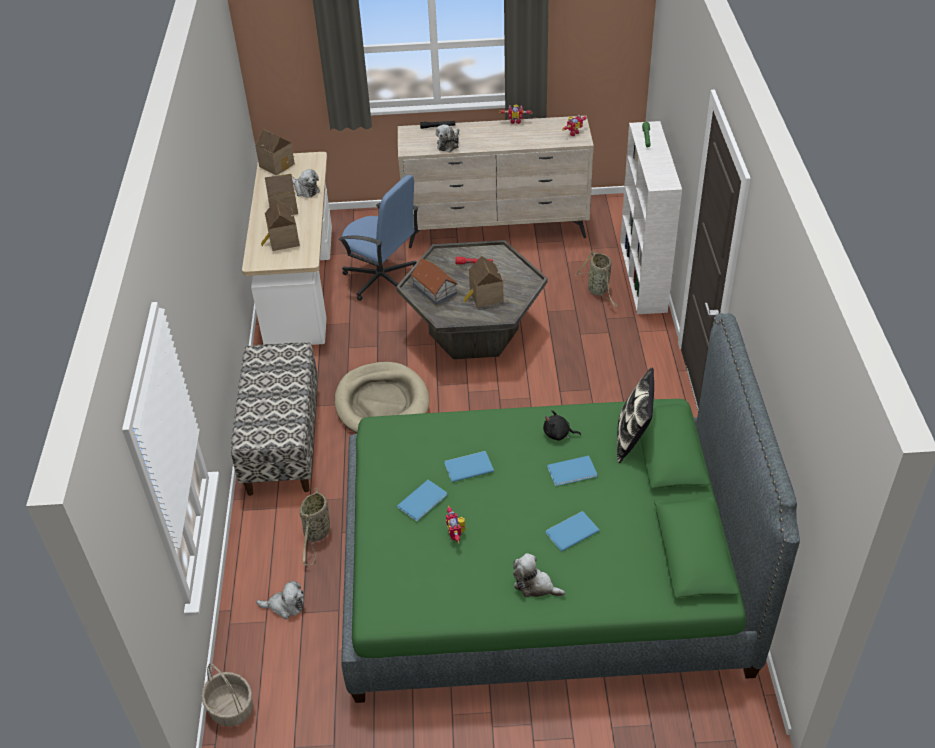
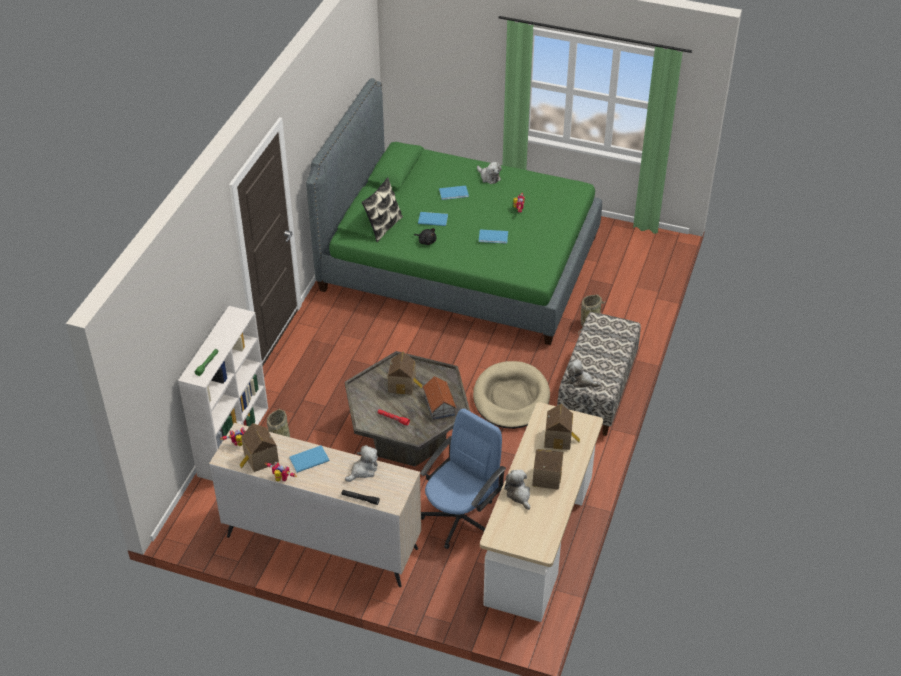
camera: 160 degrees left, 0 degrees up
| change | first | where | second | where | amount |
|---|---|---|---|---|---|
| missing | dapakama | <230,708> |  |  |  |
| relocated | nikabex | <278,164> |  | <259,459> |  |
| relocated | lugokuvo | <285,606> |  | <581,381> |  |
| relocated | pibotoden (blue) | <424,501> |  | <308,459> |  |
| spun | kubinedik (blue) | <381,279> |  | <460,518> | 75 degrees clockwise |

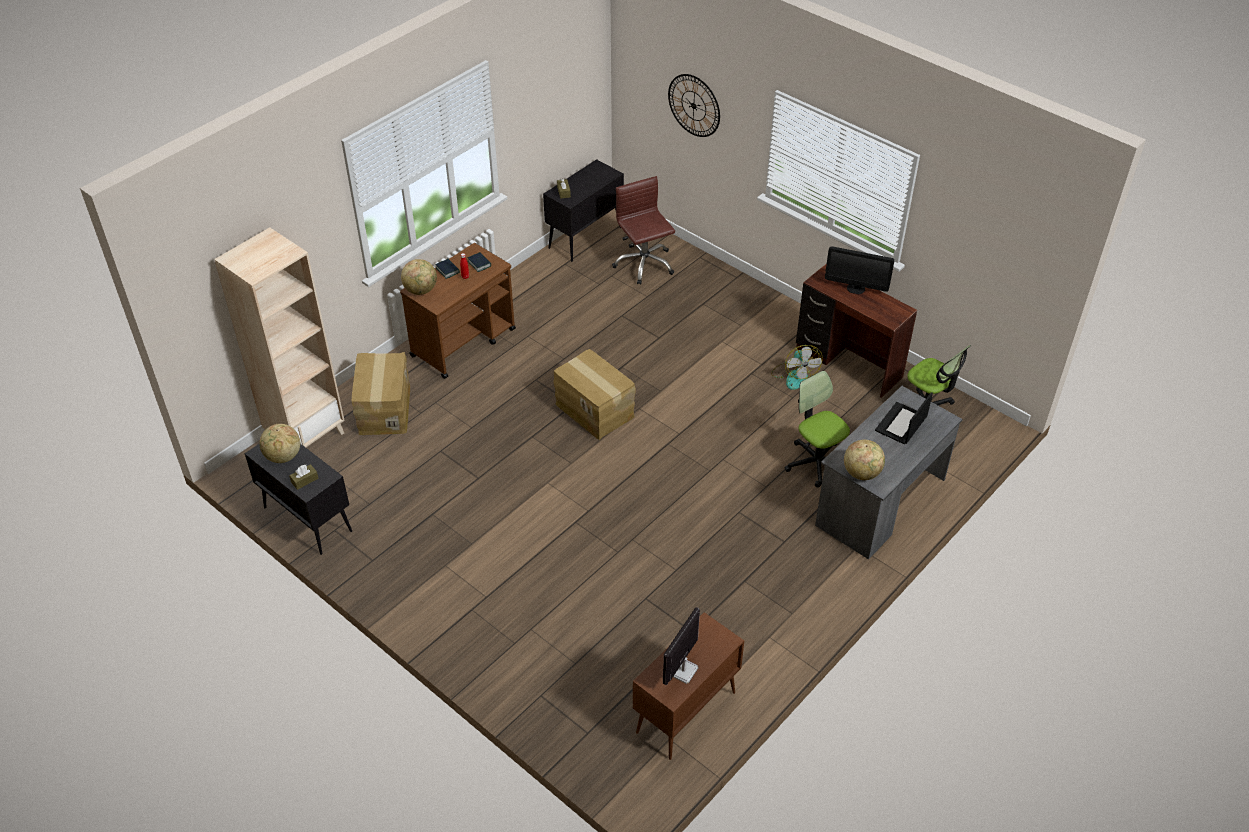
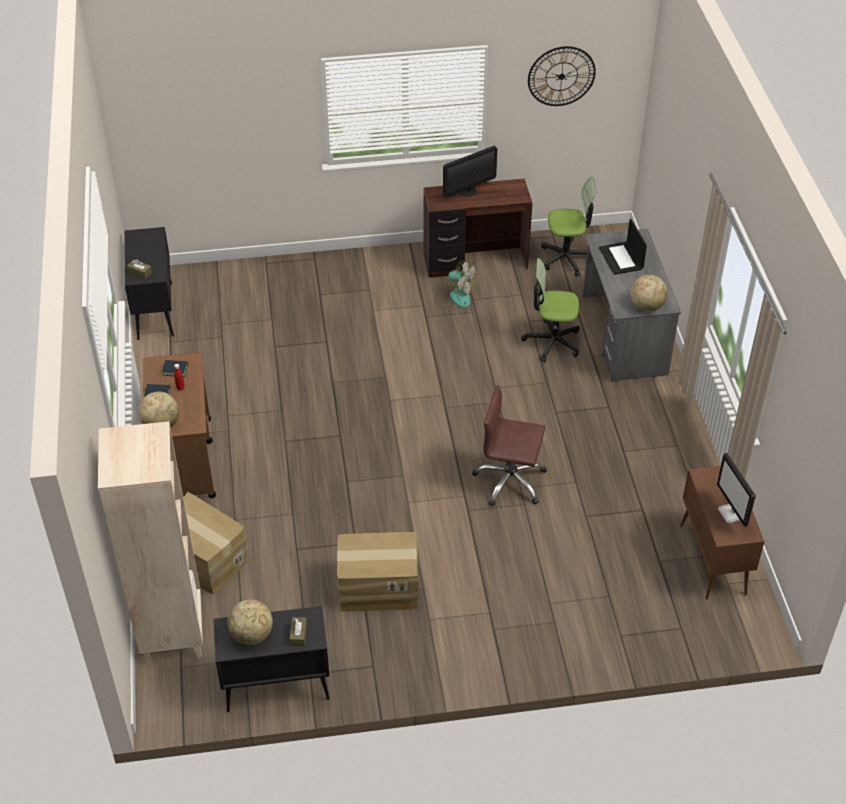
camera: 50 degrees left, 0 degrees up
| change | first | where | second | where | amount |
|---|---|---|---|---|---|
| relocated | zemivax | <595,410> |  | <378,587> |  |
| relocated | kubinedik (brown) | <644,264> |  | <510,481> |  |
| relocated | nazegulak | <694,105> |  | <561,76> |  |

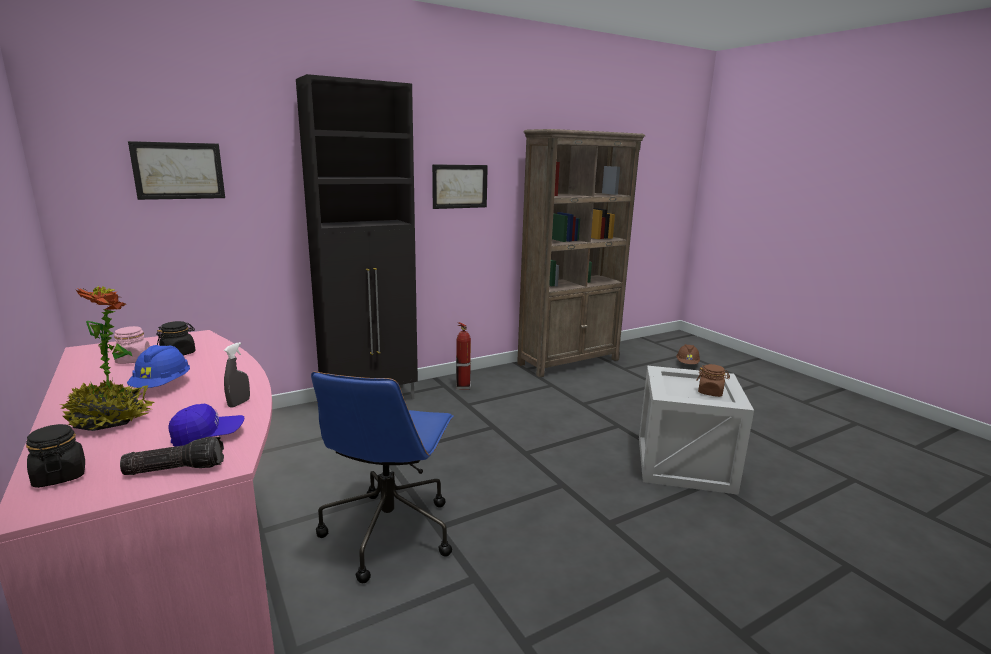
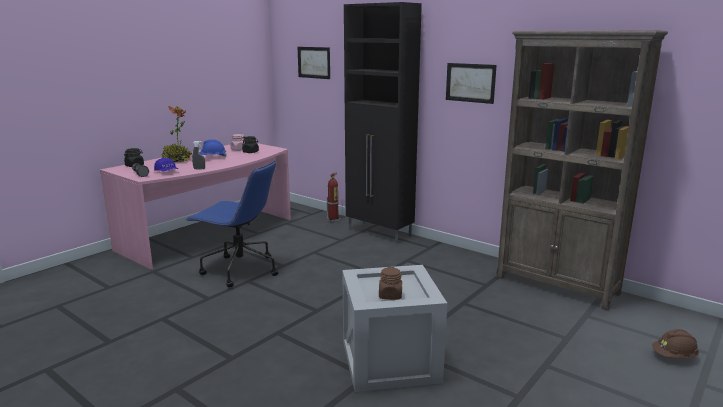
camera: 70 degrees right, 0 degrees up
| change | first | where | second | where | amount |
|---|---|---|---|---|---|
| relocated | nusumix | <463,386> |  | <333,220> |  |
| spun | kubinedik (blue) | <389,531> |  | <239,270> | 150 degrees counterclockwise |

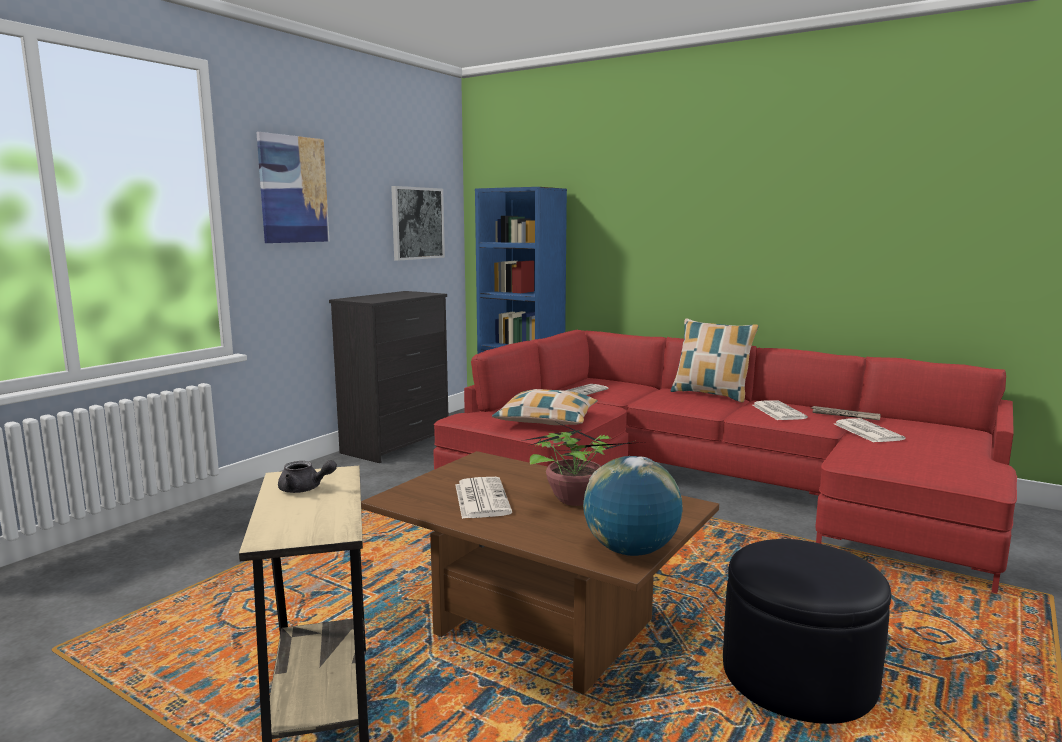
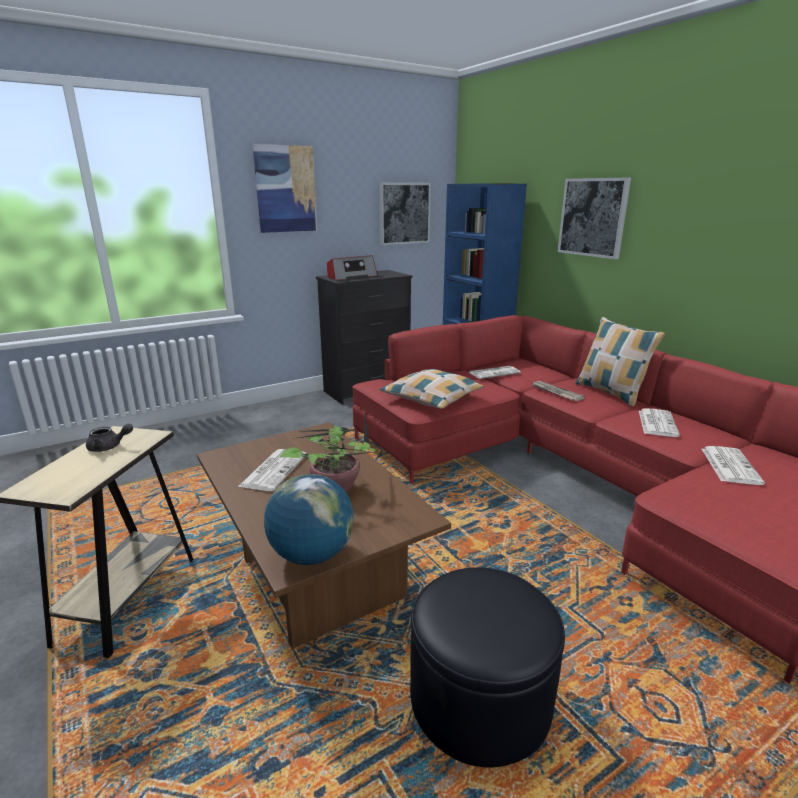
camera: 25 degrees right, 10 degrees up
| change | first | where | second | where | amount |
|---|---|---|---|---|---|
| appeared |  |  | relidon | <351,277> |  |
| appeared |  |  | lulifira | <593,217> |  |
| relocated | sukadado | <844,415> |  | <555,392> |  |
| spun | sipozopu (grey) | <305,489> |  | <109,447> | 45 degrees counterclockwise |

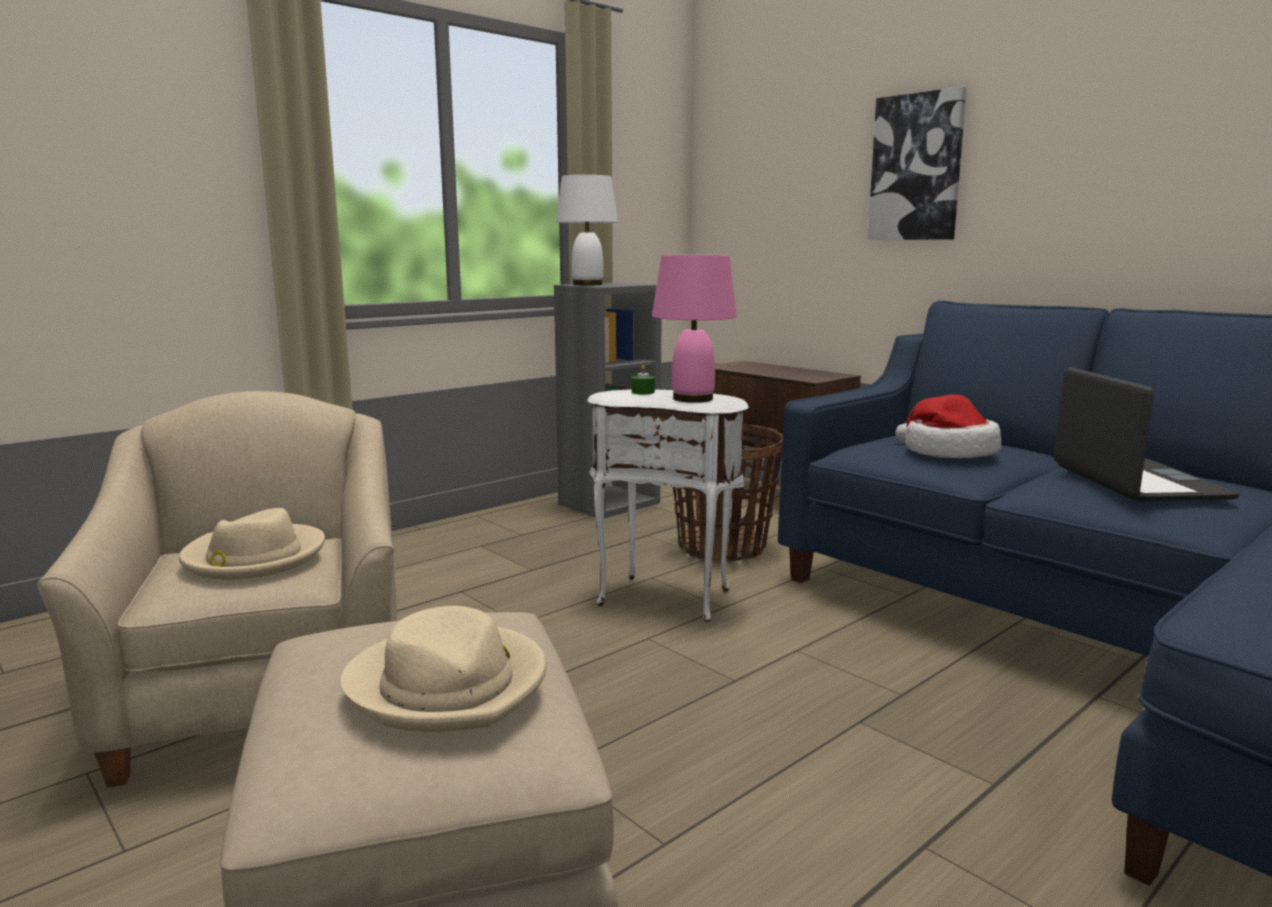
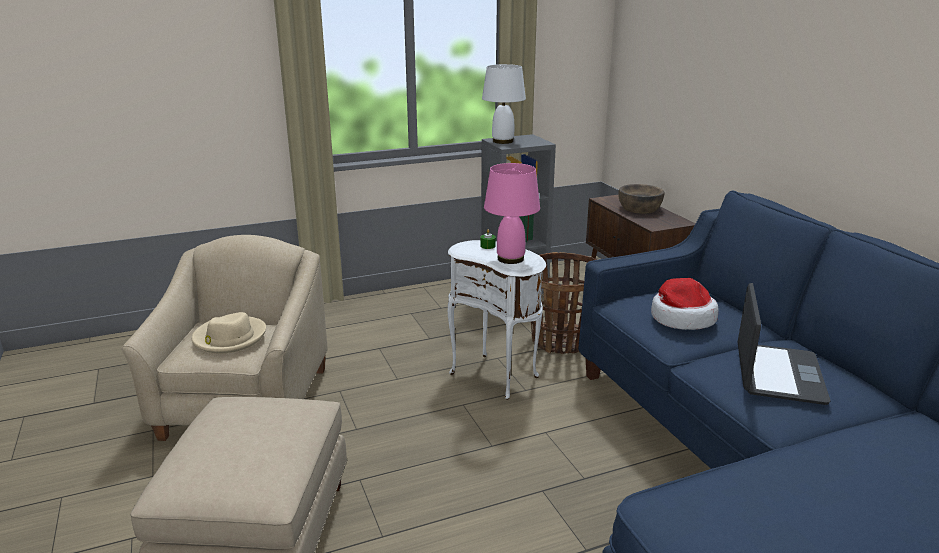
camera: 20 degrees right, 10 degrees up
| change | first | where | second | where | amount |
|---|---|---|---|---|---|
| missing | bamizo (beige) | <449,684> |  |  |  |
| missing | lulifira | <916,168> |  |  |  |
| appeared |  |  | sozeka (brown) | <639,208> |  |

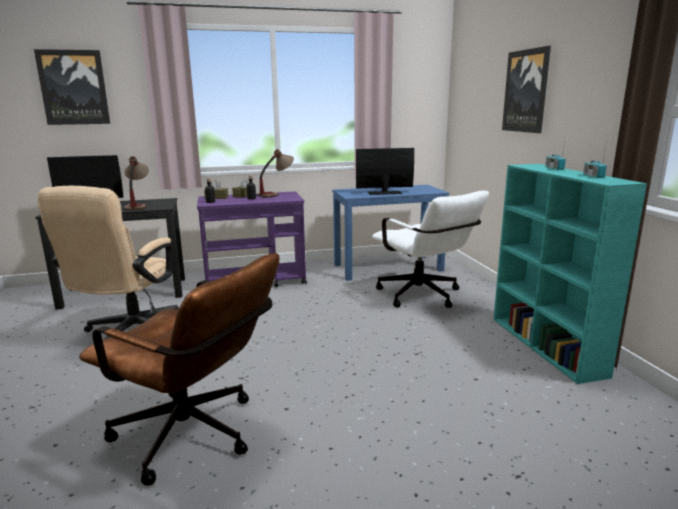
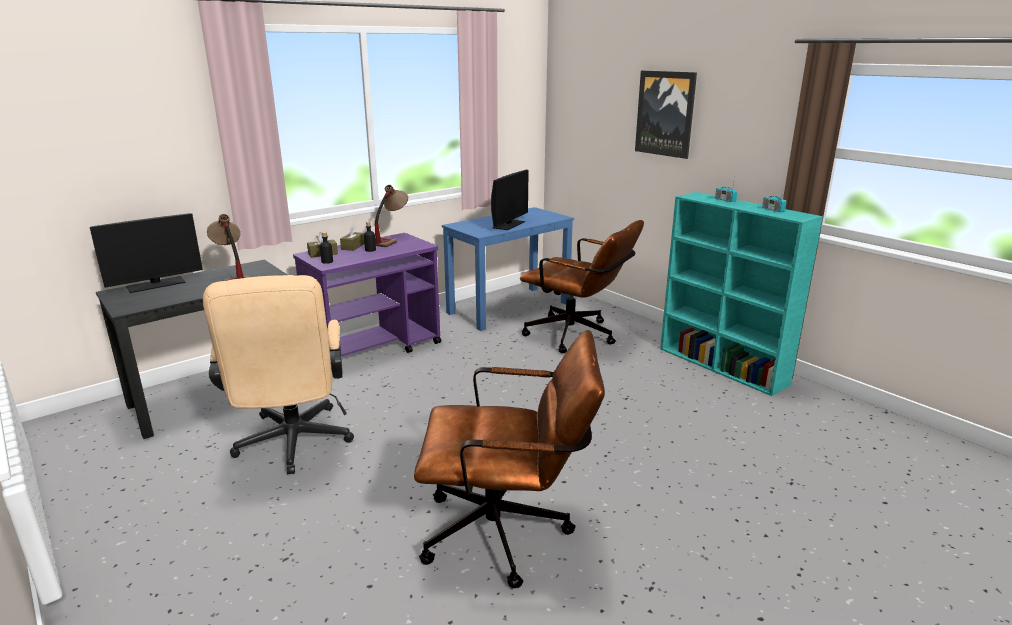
camera: 25 degrees left, 5 degrees up
| change | first | where | second | where | amount |
|---|---|---|---|---|---|
| missing | lulifira | <74,87> |  |  |  |
| colour | kubinedik (white) | <424,297> | kubinedik (brown) | <577,336> |  |
| spun | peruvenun | <384,193> |  | <509,225> | 150 degrees clockwise |

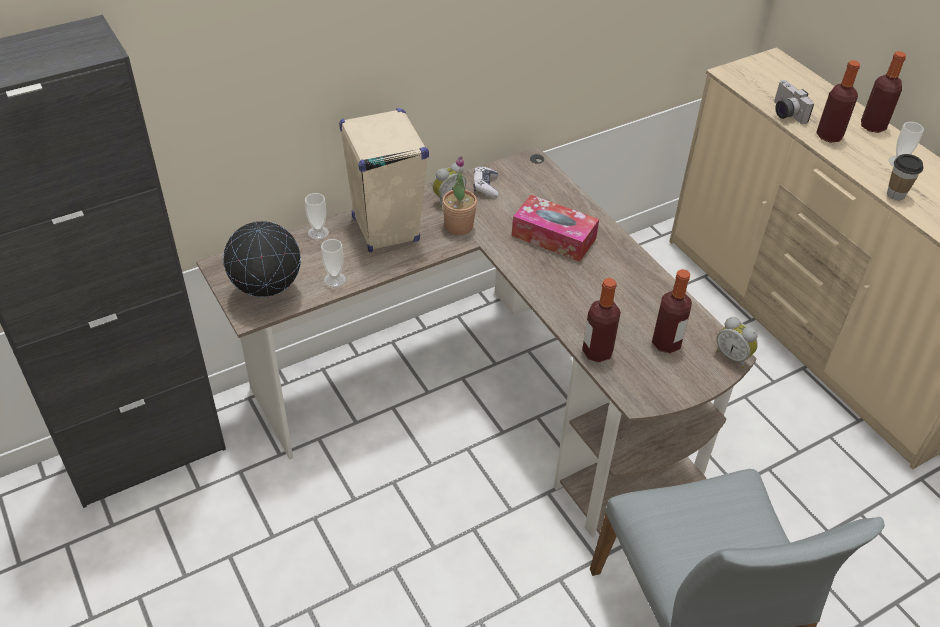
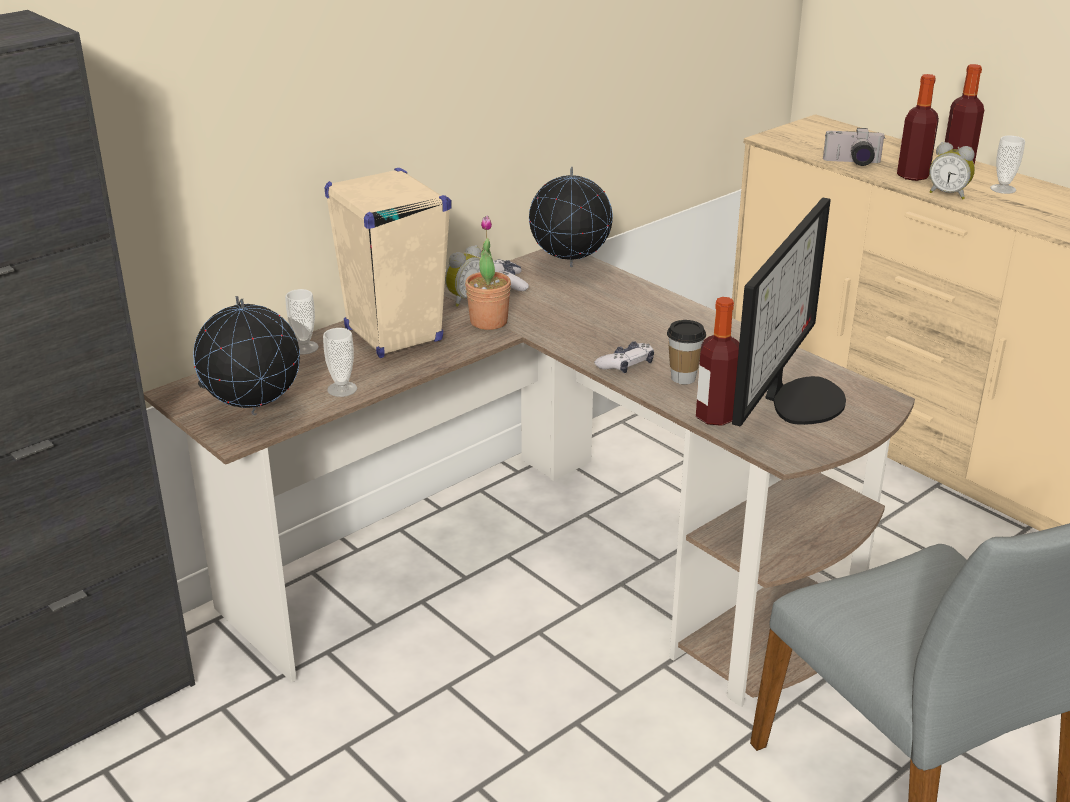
camera: 10 degrees left, 15 degrees down
| change | first | where | second | where | amount |
|---|---|---|---|---|---|
| missing | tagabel | <553,237> |  |  |  |
| appeared |  |  | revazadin | <569,267> |  |
| appeared |  |  | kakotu | <626,365> |  |
| relocated | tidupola | <733,356> |  | <948,194> |  |
| relocated | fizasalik | <896,194> |  | <683,378> |  |
| exchanged | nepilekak | <666,343> | peruvenun | <798,398> |  |
| spun | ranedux | <785,113> |  | <852,163> | 45 degrees counterclockwise |

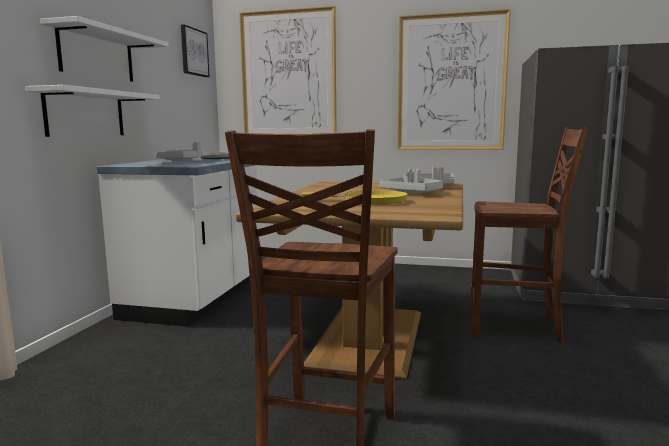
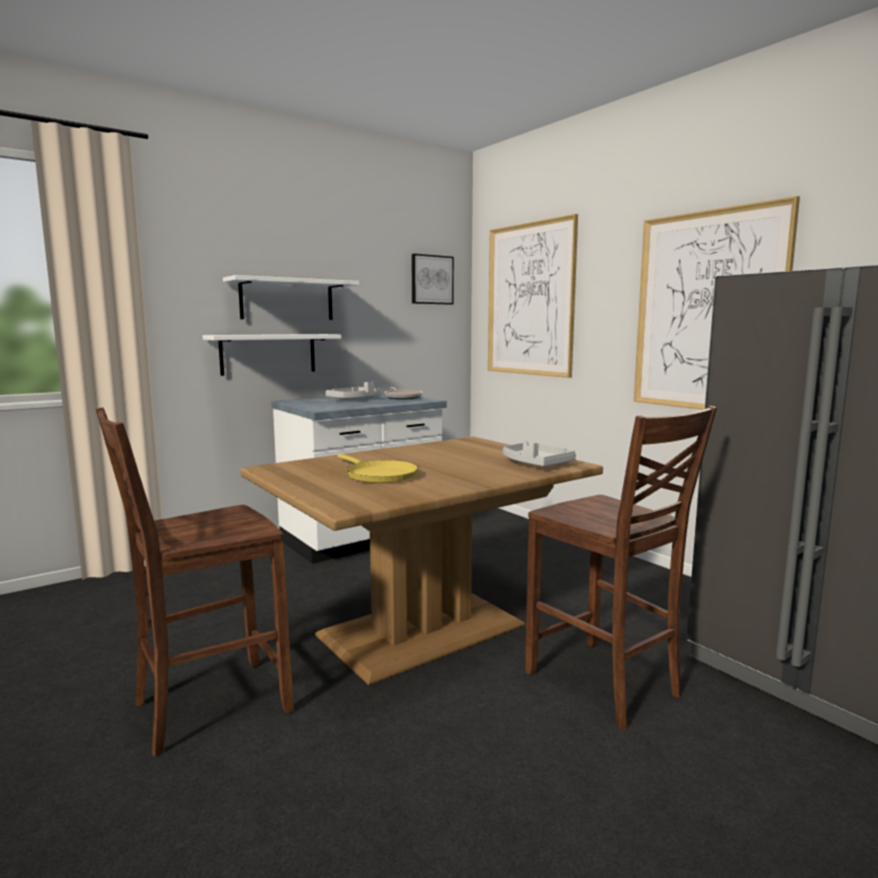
camera: 40 degrees right, 0 degrees up
| change | first | where | second | where | amount |
|---|---|---|---|---|---|
| missing | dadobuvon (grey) | <412,192> |  |  |  |

